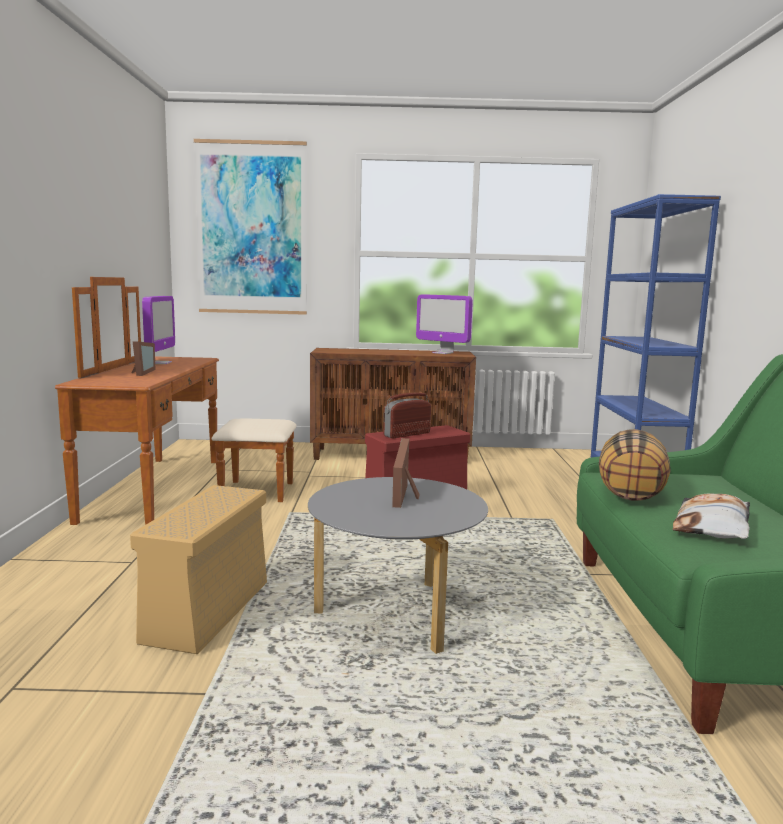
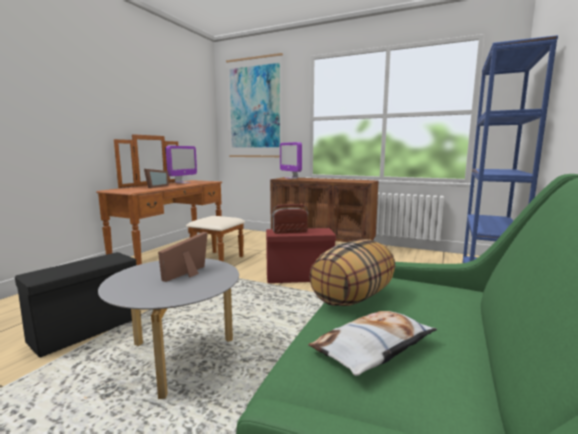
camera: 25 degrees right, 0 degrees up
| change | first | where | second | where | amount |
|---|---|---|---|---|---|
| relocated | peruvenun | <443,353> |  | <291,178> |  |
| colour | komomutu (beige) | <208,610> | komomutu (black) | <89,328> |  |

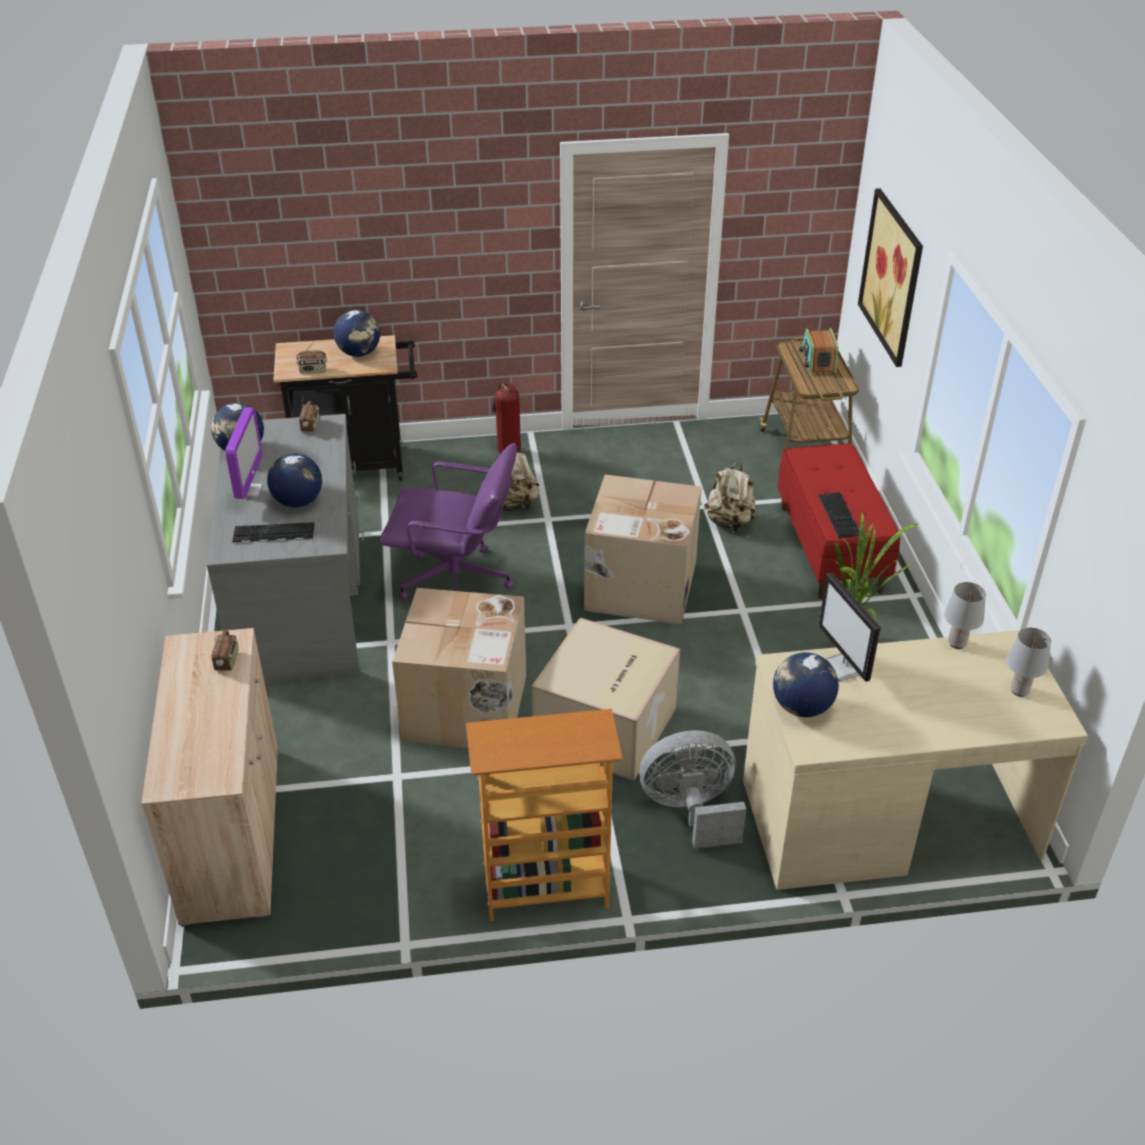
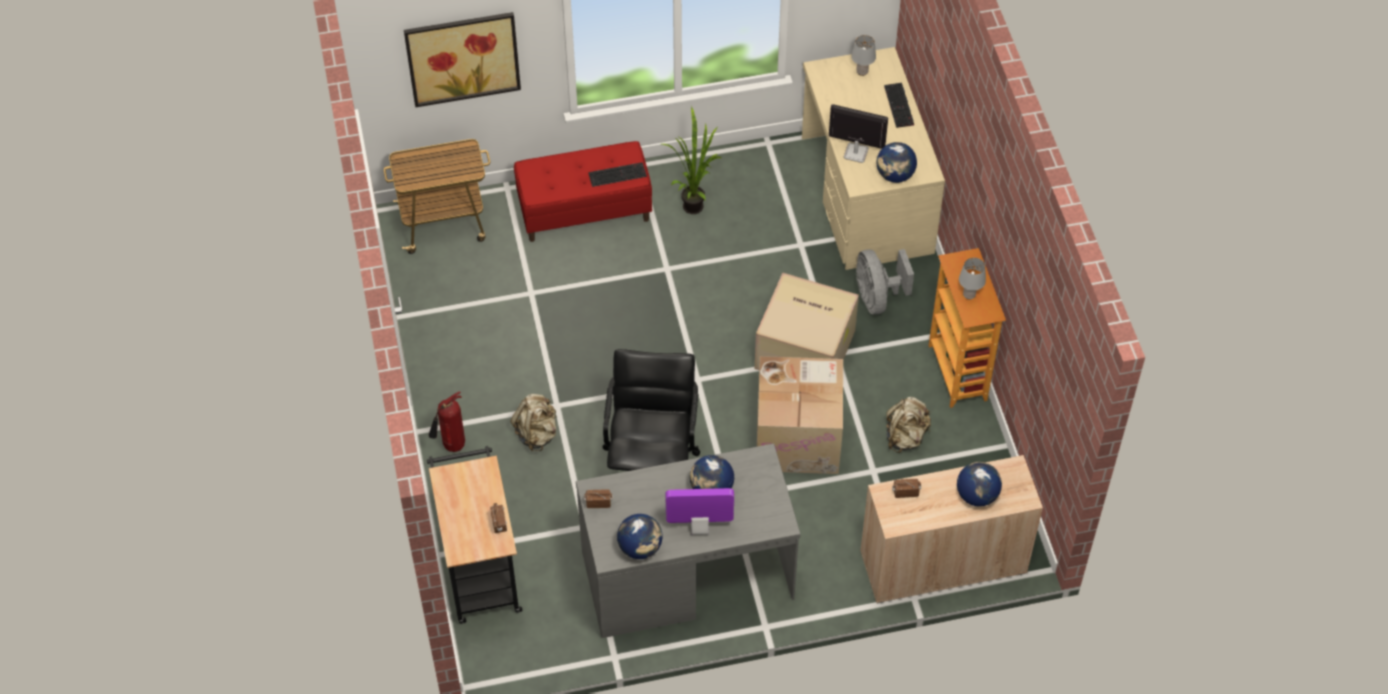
camera: 95 degrees left, 15 degrees up
| change | first | where | second | where | amount |
|---|---|---|---|---|---|
| missing | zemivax | <639,587> |  |  |  |
| missing | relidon | <817,362> |  |  |  |
| relocated | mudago | <272,534> |  | <900,106> |  |
| relocated | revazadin | <359,353> |  | <977,495> |  |
| relocated | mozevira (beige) | <729,522> |  | <905,437> |  |
| relocated | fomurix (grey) | <957,643> |  | <969,294> |  |
| colour | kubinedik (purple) | <456,583> | kubinedik (black) | <651,462> |  |
| spun | peruvenun | <844,668> |  | <855,153> | 135 degrees counterclockwise |

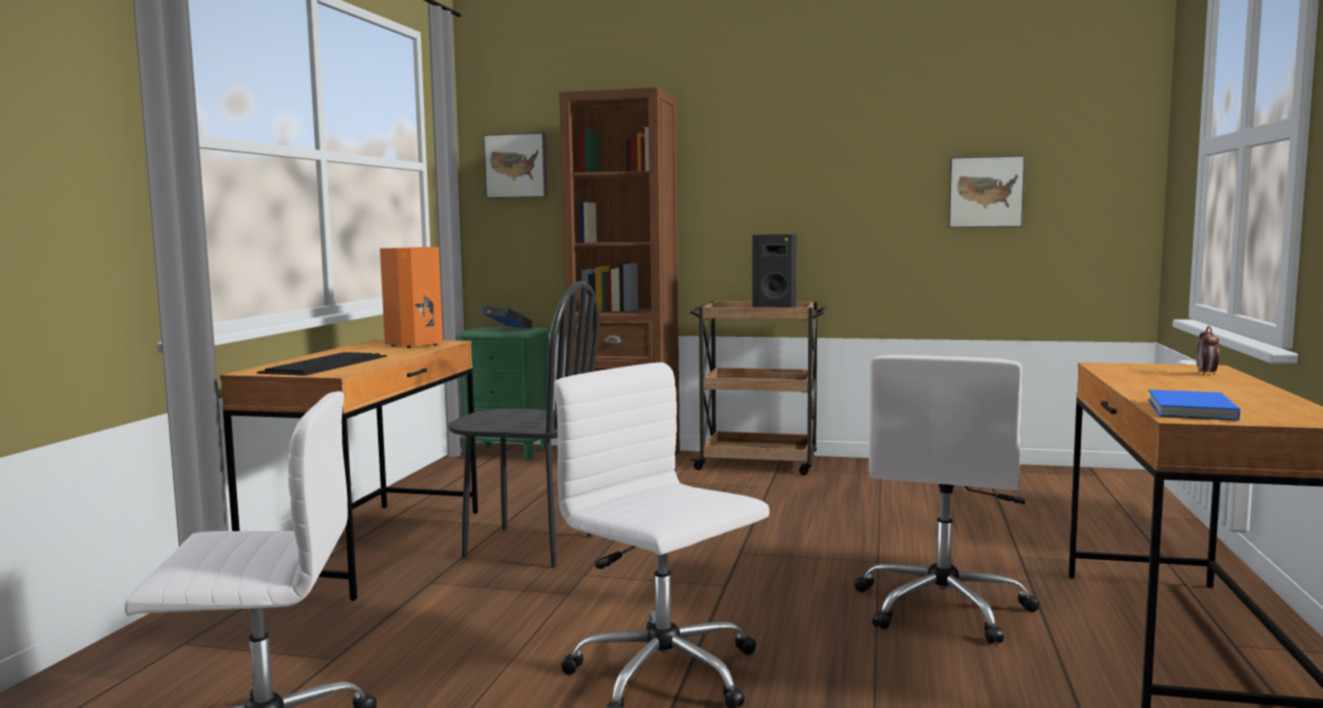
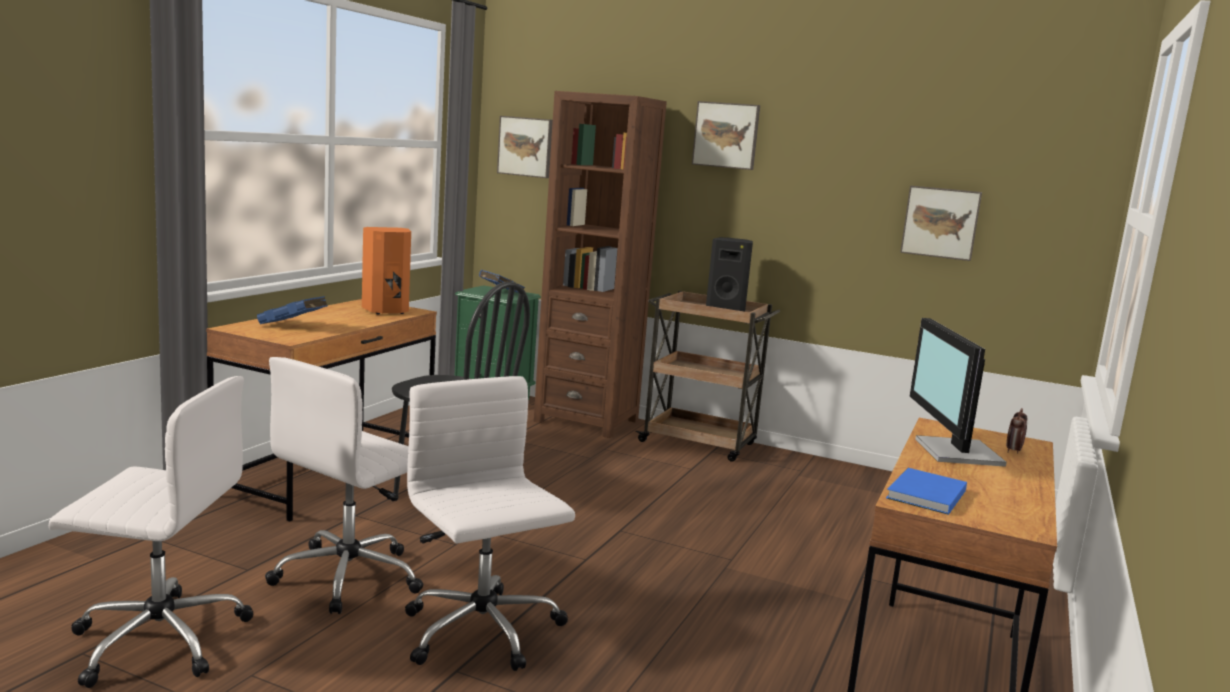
camera: 10 degrees right, 5 degrees up
| change | first | where | second | where | amount |
|---|---|---|---|---|---|
| appeared |  |  | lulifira | <726,135> |  |
| appeared |  |  | peruvenun | <955,452> |  |
| relocated | kubinedik (white) | <943,608> |  | <350,576> |  |
| exchanged | mudago | <325,364> | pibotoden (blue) | <294,326> |  |

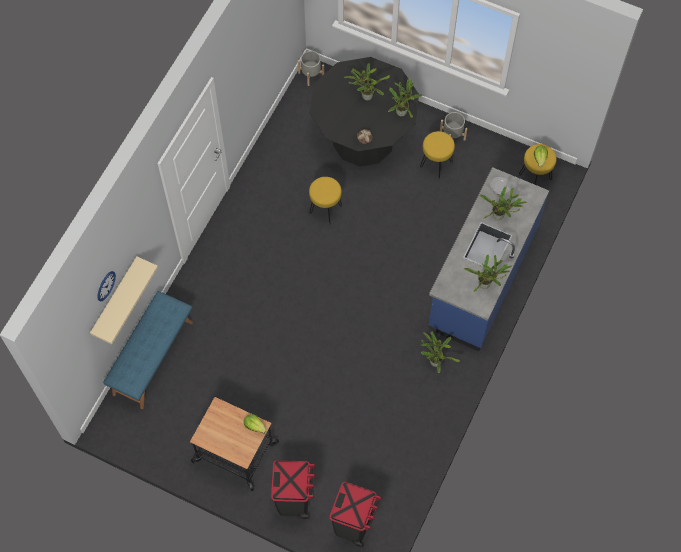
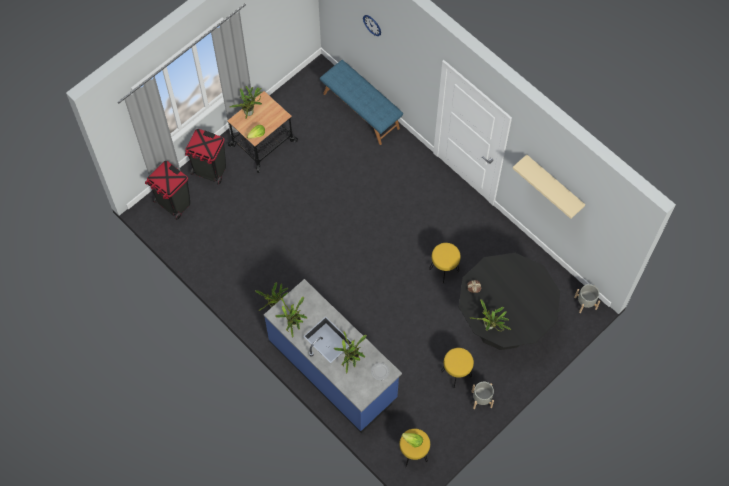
camera: 110 degrees right, 0 degrees up
| change | first | where | second | where | amount |
|---|---|---|---|---|---|
| relocated | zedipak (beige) | <115,299> |  | <554,184> |  |
| relocated | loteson | <366,96> |  | <250,112> |  |

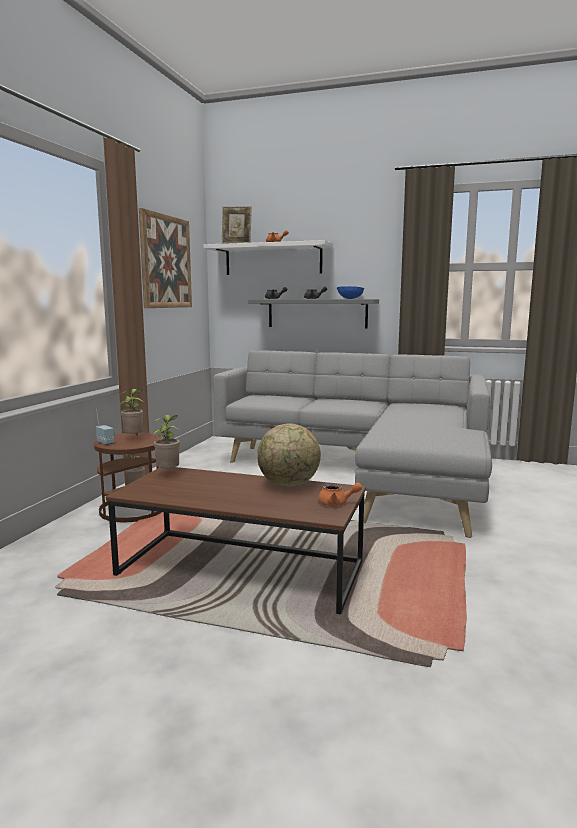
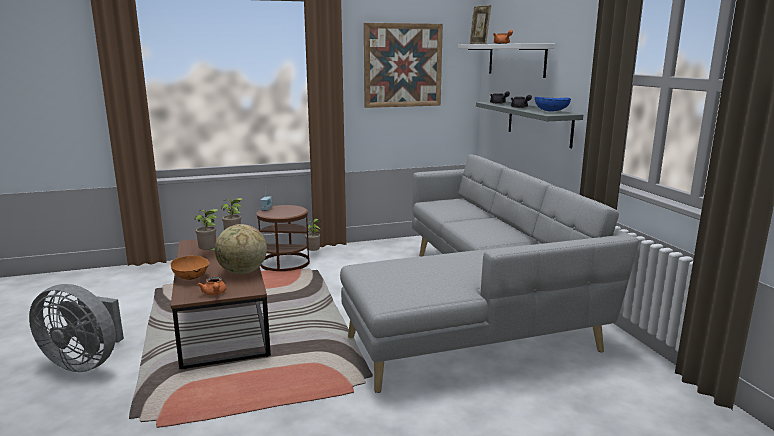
camera: 55 degrees right, 5 degrees up
| change | first | where | second | where | amount |
|---|---|---|---|---|---|
| appeared |  |  | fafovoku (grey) | <85,362> |  |
| appeared |  |  | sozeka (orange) | <191,277> |  |
| relocated | loteson | <134,438> |  | <209,253> |  |

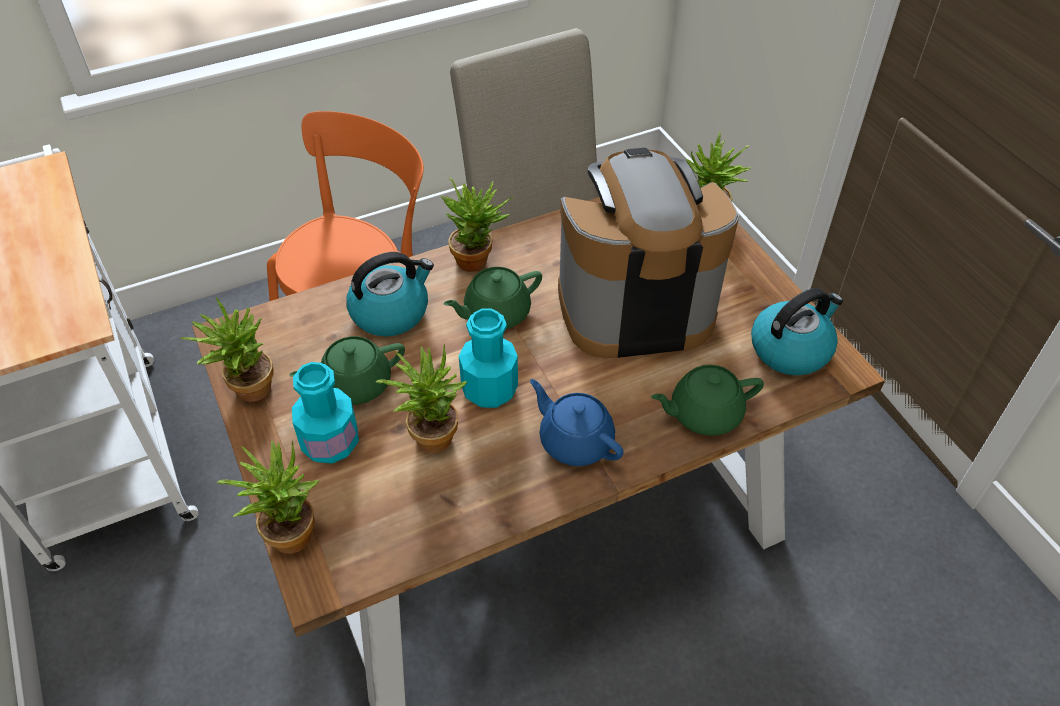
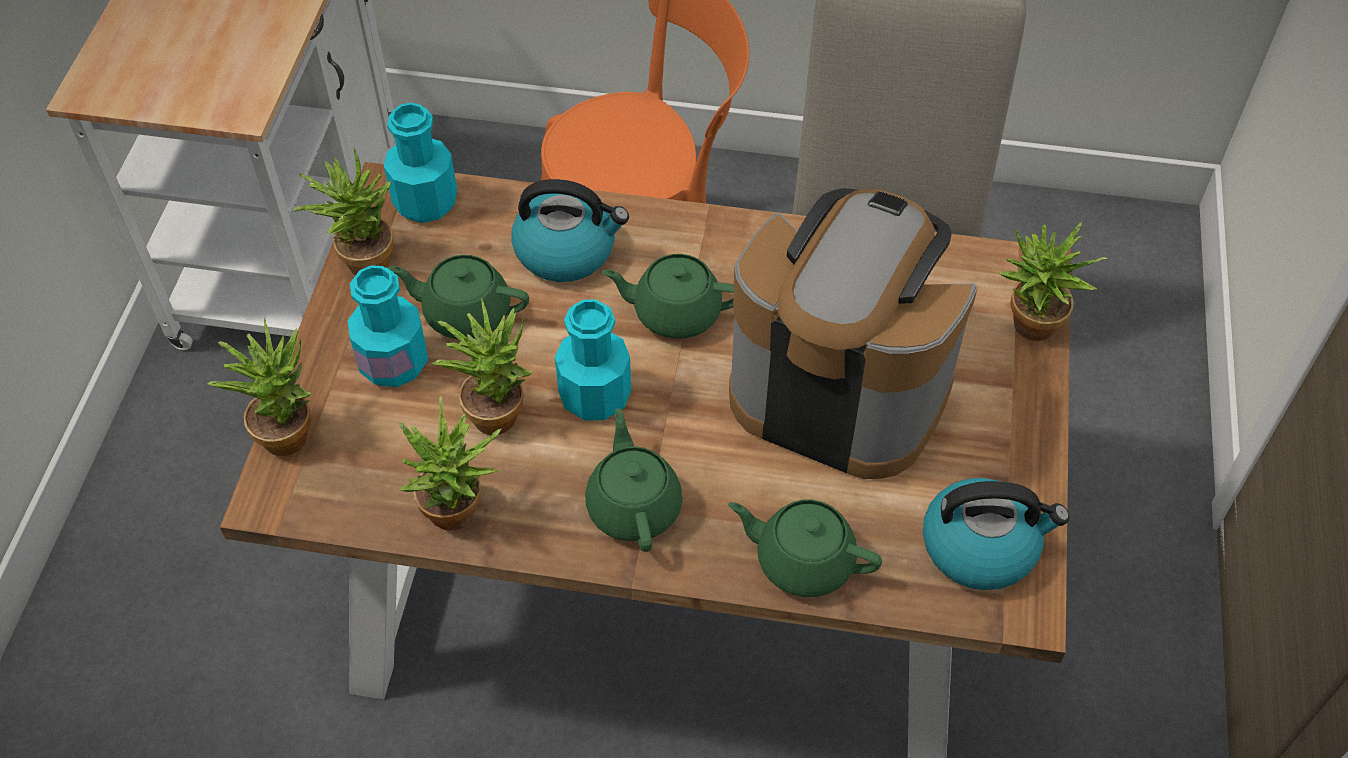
camera: 35 degrees right, 5 degrees up
| change | first | where | second | where | amount |
|---|---|---|---|---|---|
| appeared |  |  | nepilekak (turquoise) | <425,202> |  |
| relocated | loteson | <478,260> |  | <461,515> |  |
| colour | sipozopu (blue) | <575,441> | sipozopu (green) | <634,505> |  |

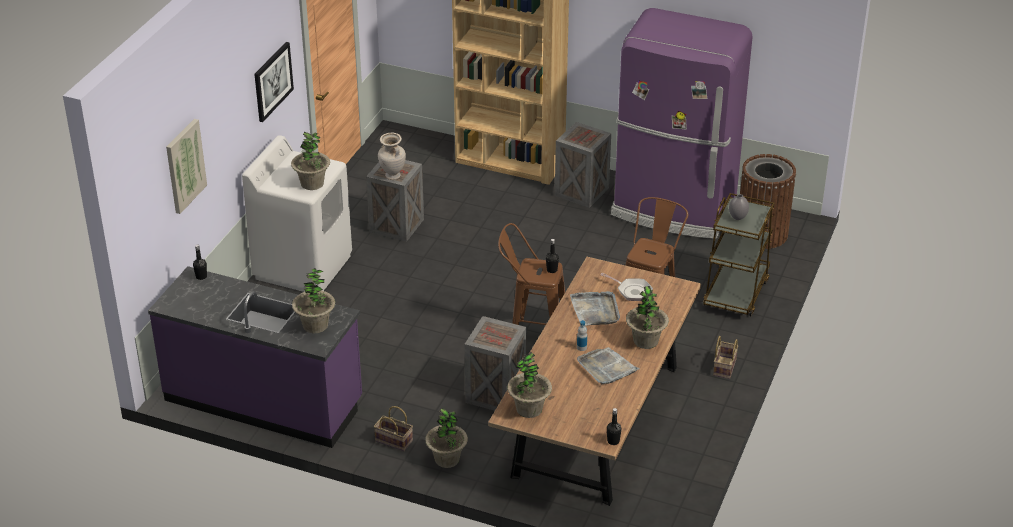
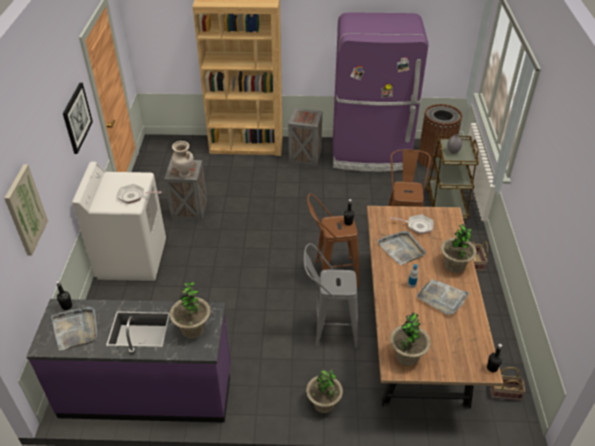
camera: 20 degrees left, 5 degrees up
| change | first | where | second | where | amount |
|---|---|---|---|---|---|
| appeared |  |  | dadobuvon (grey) | <76,329> |  |
| relocated | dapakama | <392,441> |  | <504,393> |  |
| exchanged | loteson | <312,184> | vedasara | <133,196> |  |
| exchanged | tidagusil | <495,393> | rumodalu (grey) | <329,329> |  |

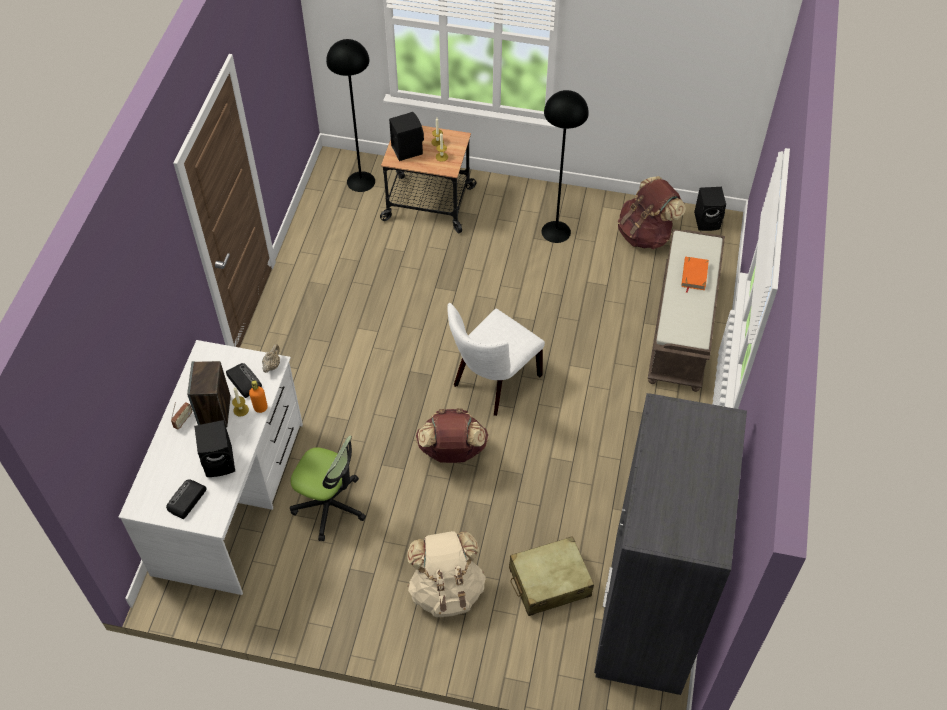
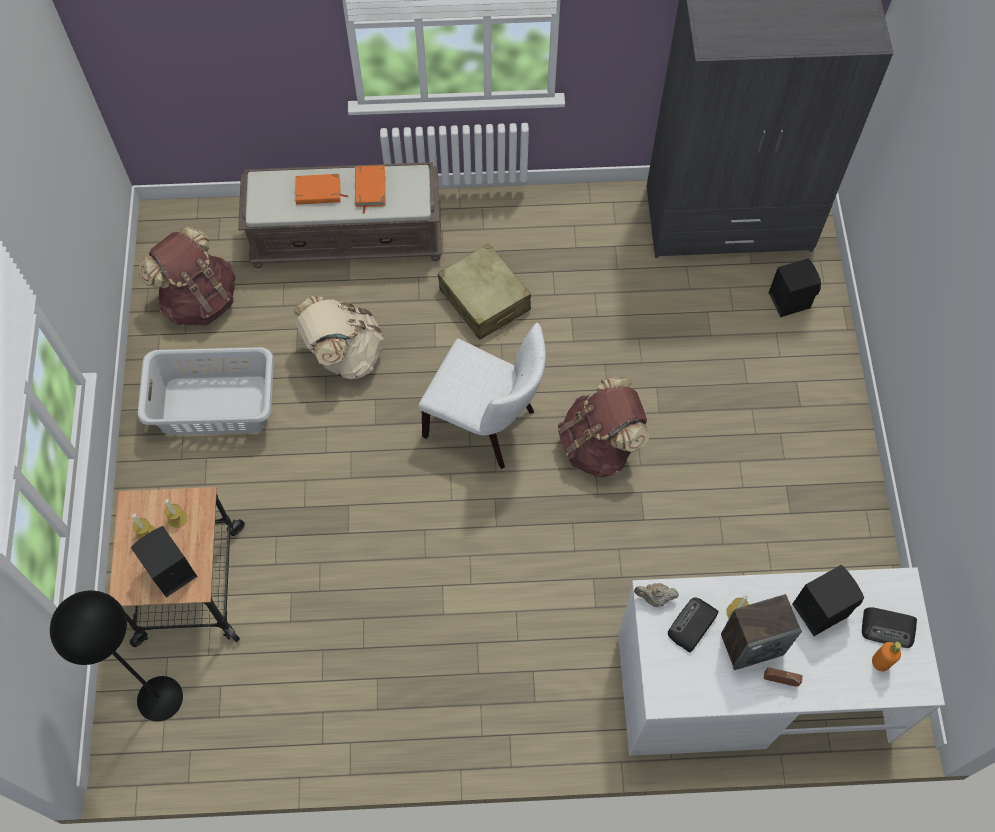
camera: 105 degrees left, 10 degrees up
| change | first | where | second | where | amount |
|---|---|---|---|---|---|
| missing | kubinedik | <330,505> |  |  |  |
| appeared |  |  | pibotoden (orange) | <370,189> |  |
| relocated | nepilekak (orange) | <260,408> |  | <880,662> |  |
| relocated | mozevira (beige) | <446,590> |  | <344,354> |  |
| relocated | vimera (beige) | <549,582> |  | <484,300> |  |
| relocated | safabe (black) | <708,221> |  | <789,299> |  |
| exchanged | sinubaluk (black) | <556,231> | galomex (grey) | <214,405> |  |

